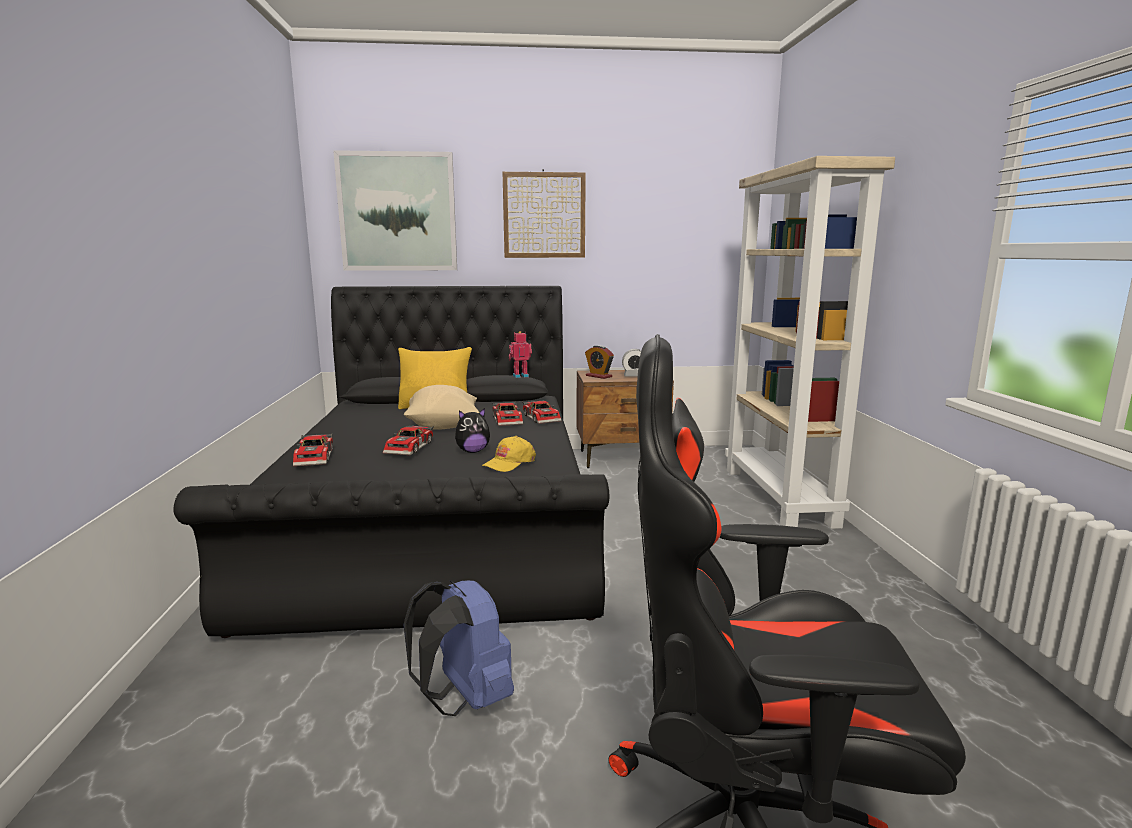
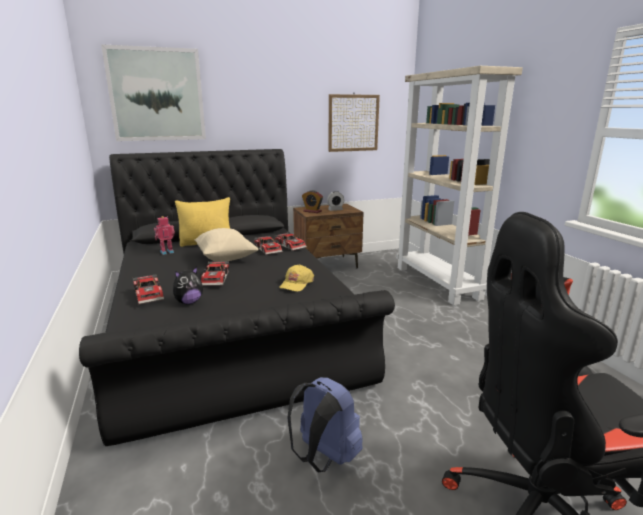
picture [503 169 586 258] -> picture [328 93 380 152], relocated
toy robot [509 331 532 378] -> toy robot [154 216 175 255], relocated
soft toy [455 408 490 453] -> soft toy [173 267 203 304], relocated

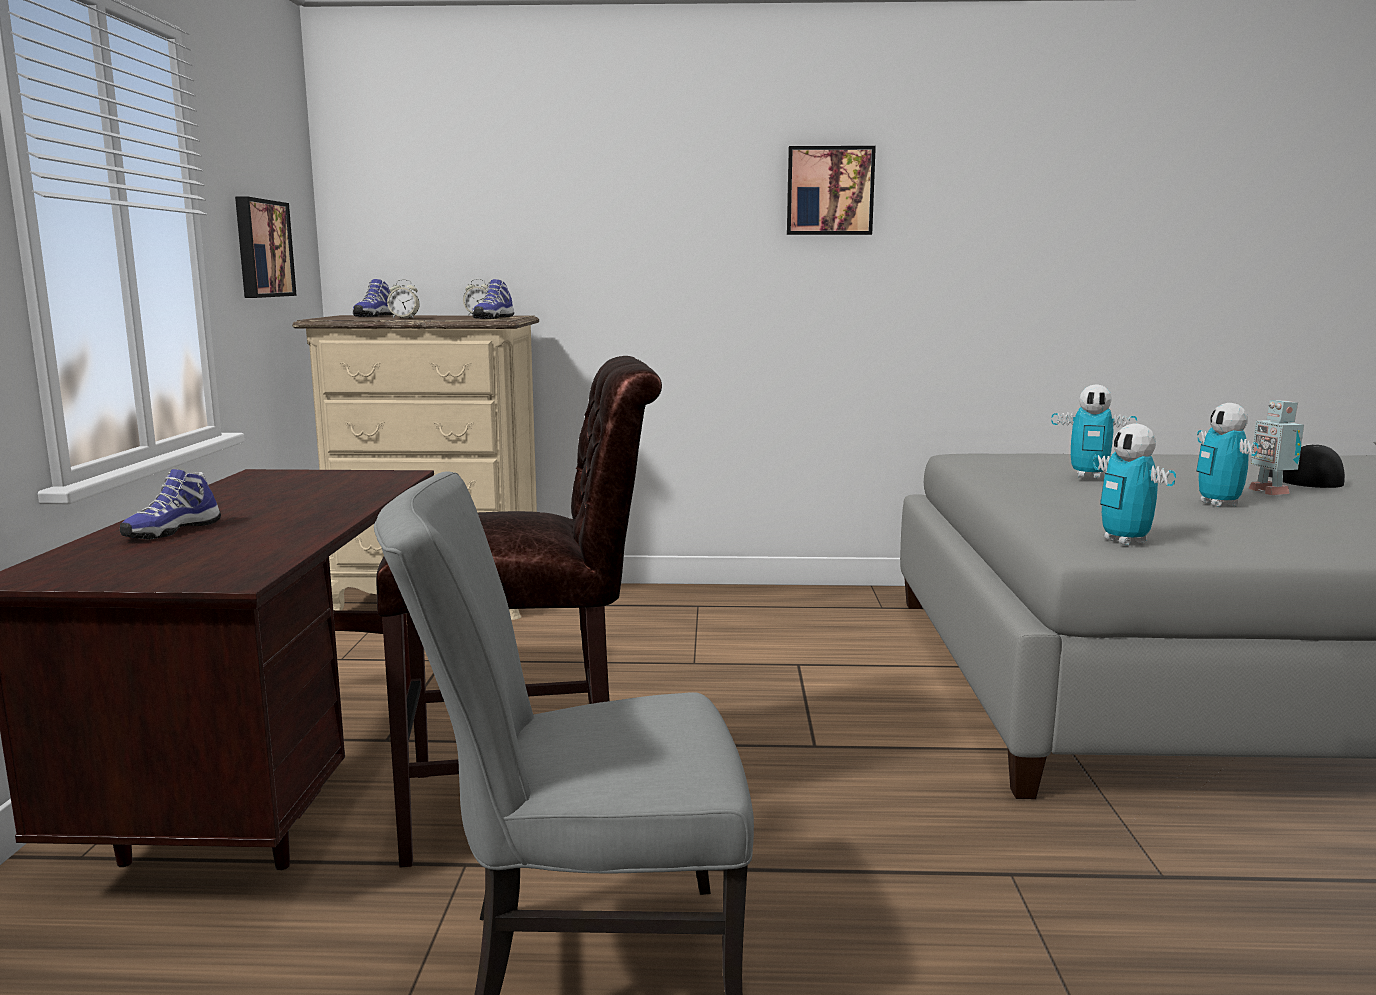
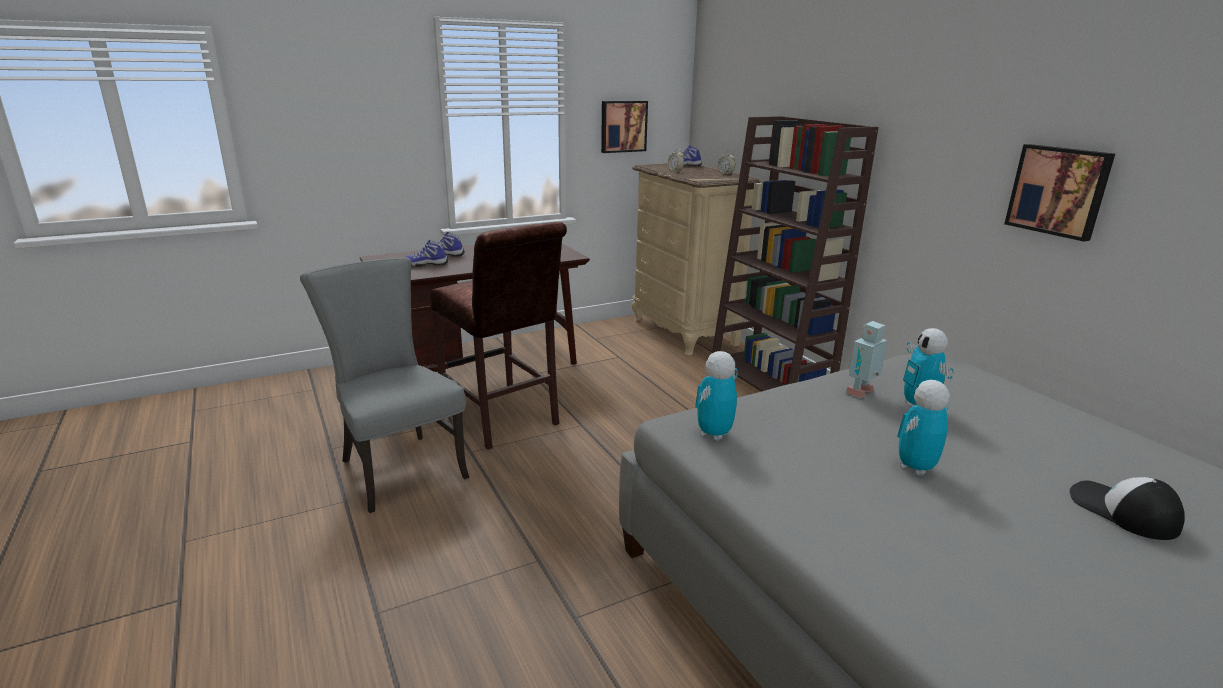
picture [787 146 876 235] -> picture [1004 144 1115 242], relocated
item of footwear [472 279 514 319] -> item of footwear [406 240 448 267], relocated
toy robot [1249 400 1304 495] -> toy robot [846 321 887 398], relocated
peaked cap [1269 444 1345 488] -> peaked cap [1069 477 1185 540], 90 degrees counterclockwise
none -> brown bookshelf [712 116 879 392]

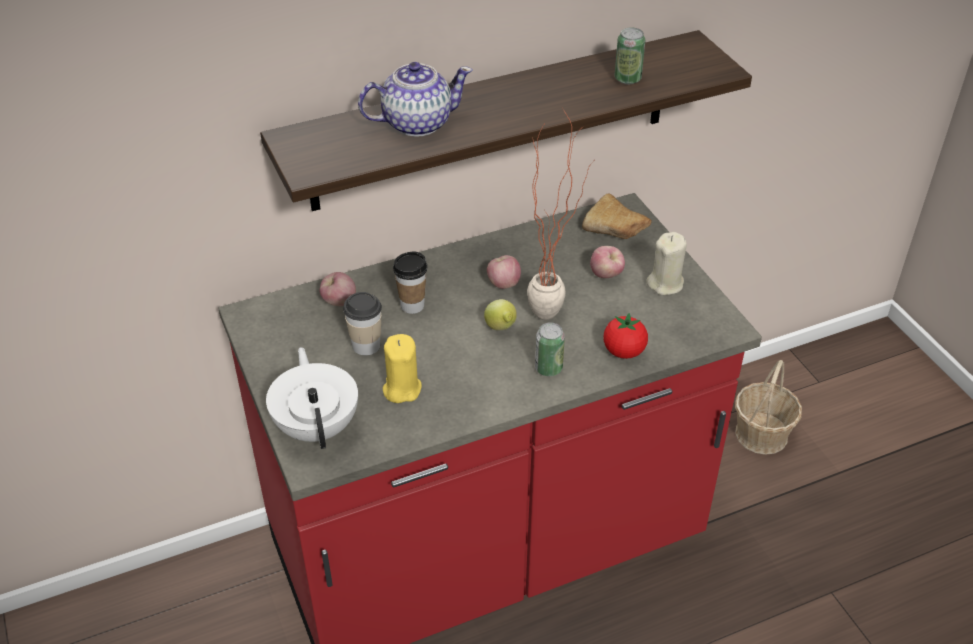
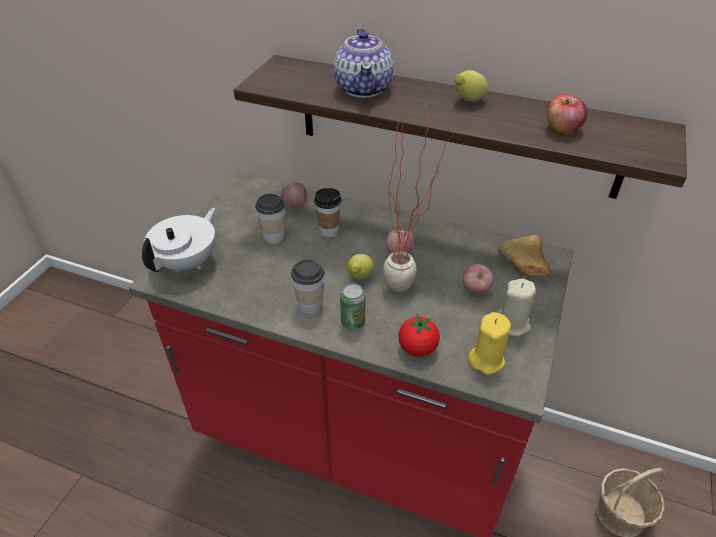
can [615 27 646 84] -> whole apple [547 94 587 135]
teapot [358 62 473 137] -> teapot [333 28 394 98], 60 degrees clockwise
yellow wax light [383 334 422 403] -> yellow wax light [468 312 511 375], relocated
none -> whole lemon [455 70 488 102]
none -> cup [291 259 325 314]

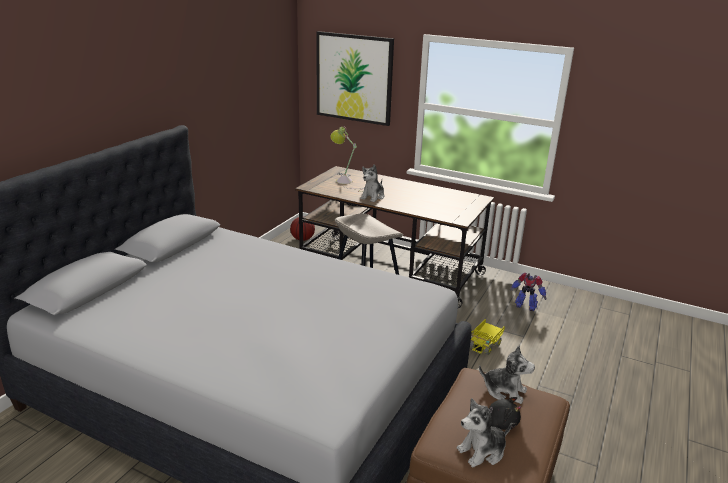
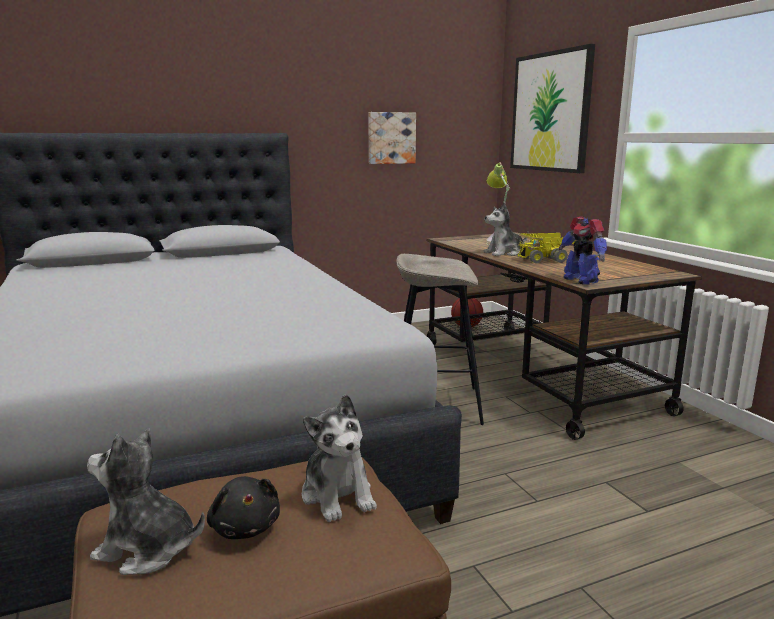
toy robot [509 273 546 311] -> toy robot [558 217 607 285], relocated
toy truck [470 319 505 355] -> toy truck [517 233 575 263], relocated
none -> picture [368 112 416 164]

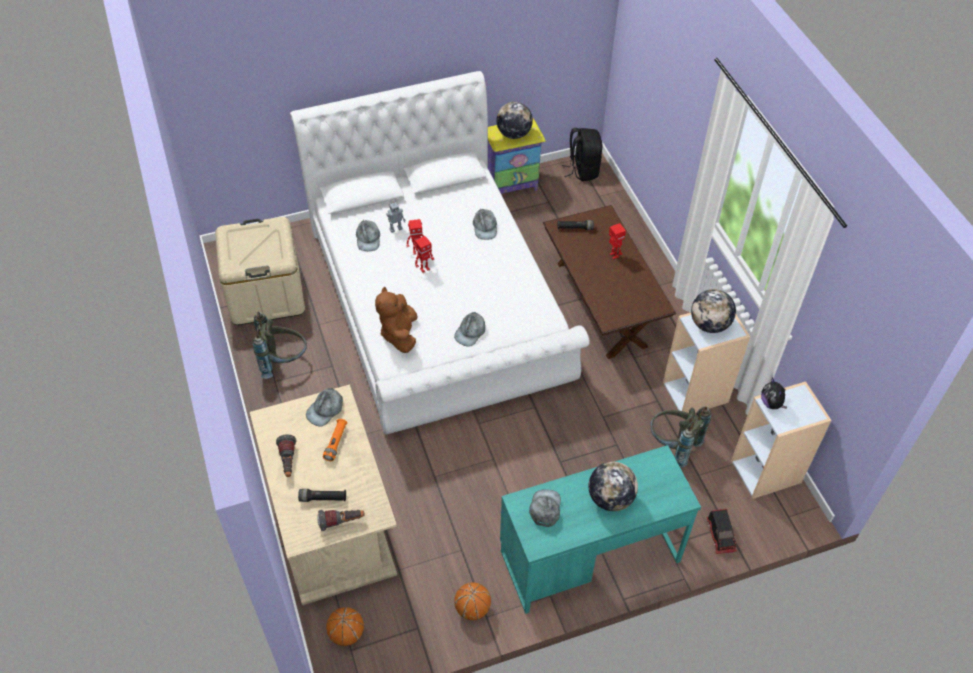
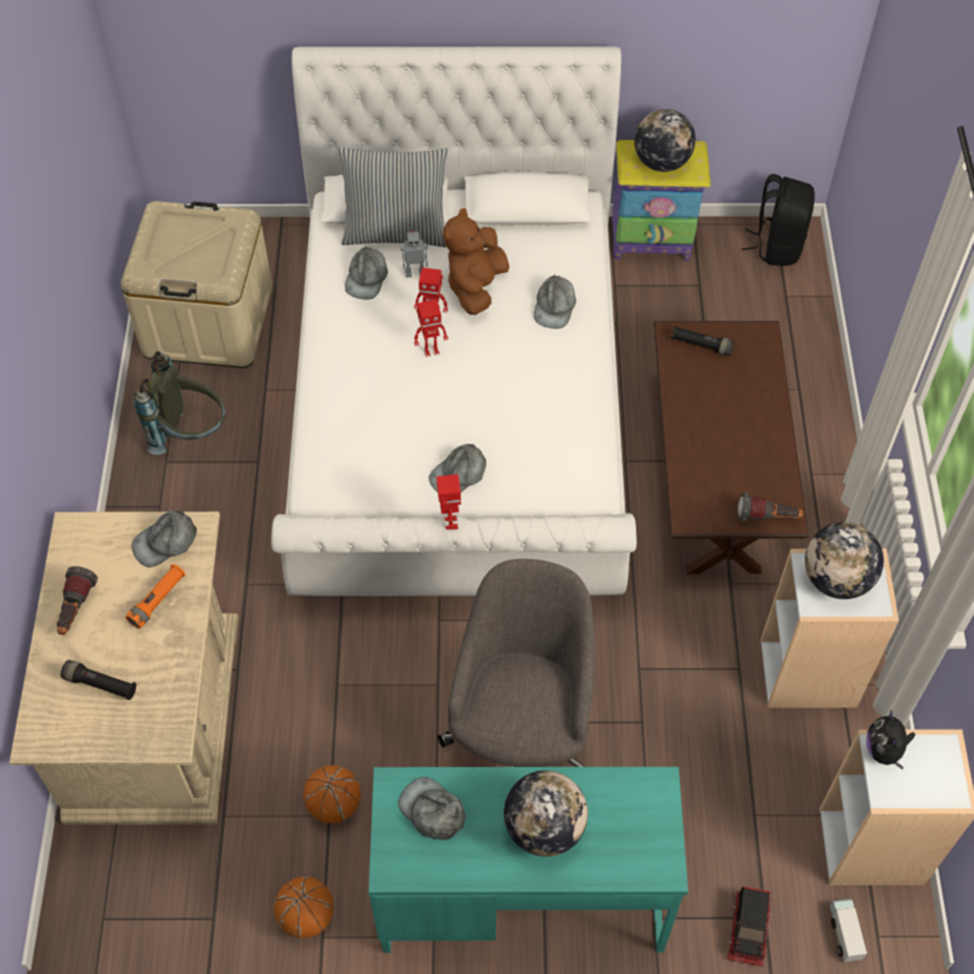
toy robot [609 223 626 259] -> toy robot [436 474 461 530], relocated
brown soft toy [375 287 418 353] -> brown soft toy [443 208 510 315], relocated
gray knapsack [651 407 711 468] -> none
gray peaked cap [529 489 561 527] -> gray peaked cap [398 777 466 840], 75 degrees counterclockwise
torch [317 510 365 531] -> torch [738 493 803 522], relocated
basketball [326 607 364 646] -> basketball [303 765 361 824], relocated
none -> pillow [338 147 448 247]
none -> gray office chair [437 559 594 767]
none -> toy truck [830 899 867 962]

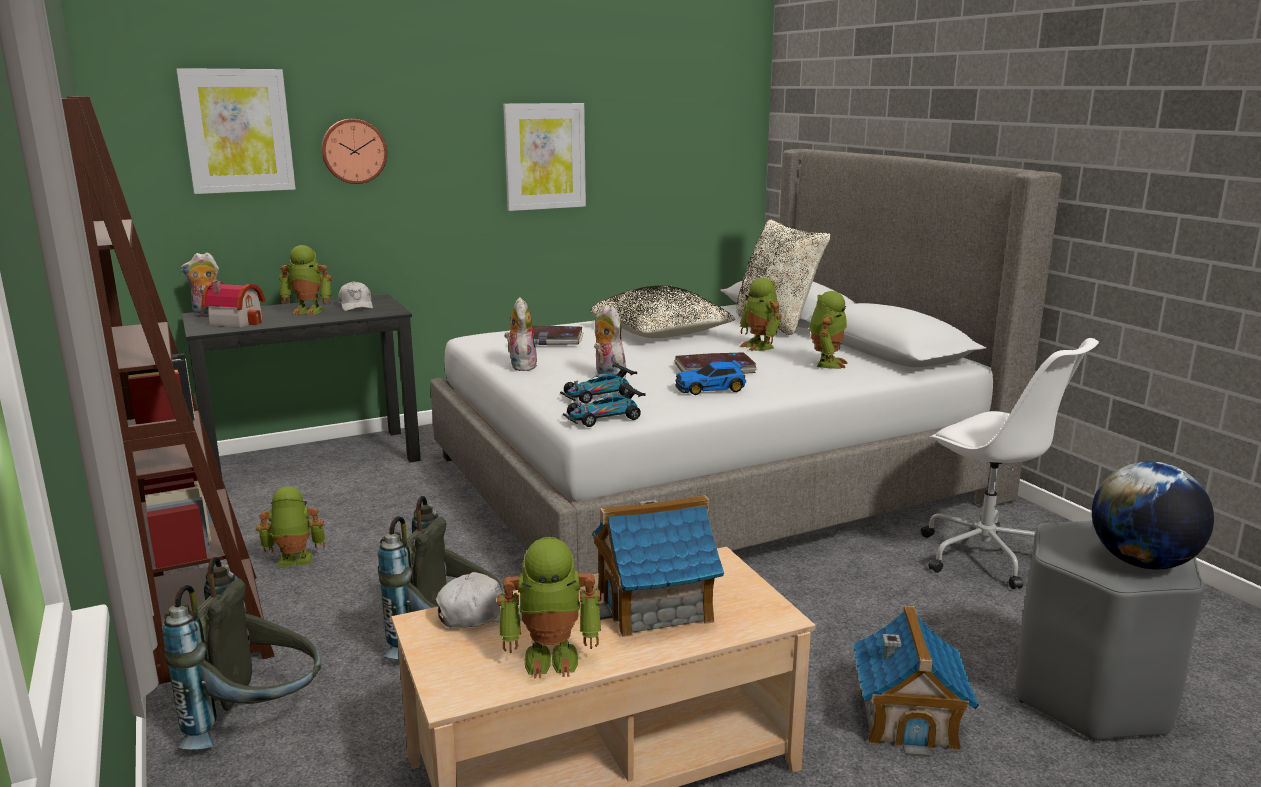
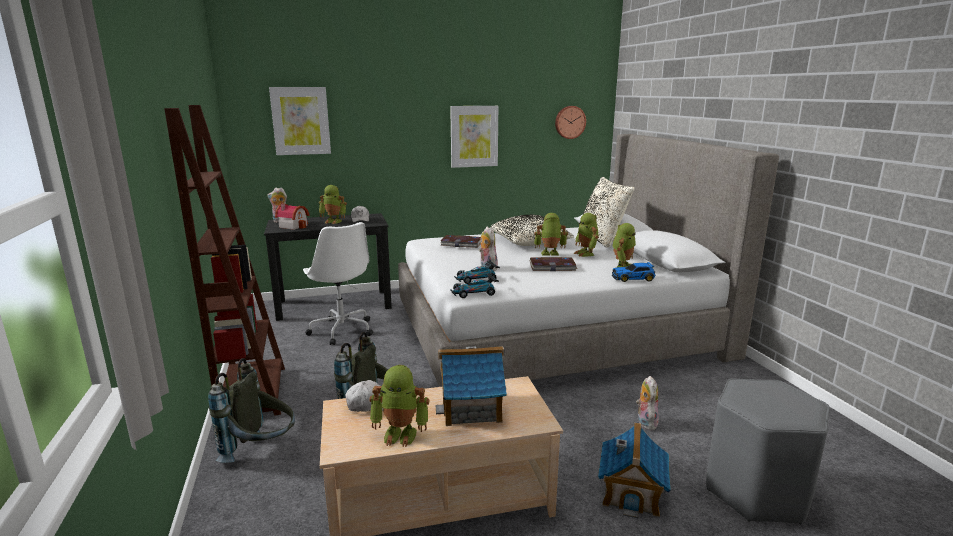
hanging clock [321 119 387 184] -> hanging clock [555 106 586 139], relocated
soft toy [504 297 538 371] -> soft toy [636 376 659 430], relocated
white-coloured office chair [920 338 1099 589] -> white-coloured office chair [303 222 373 345], relocated
toy car [675 360 746 395] -> toy car [612 262 656 282], relocated
globe [1092 461 1214 569] -> none
toy robot [256 486 326 567] -> toy robot [534 213 568 255], relocated

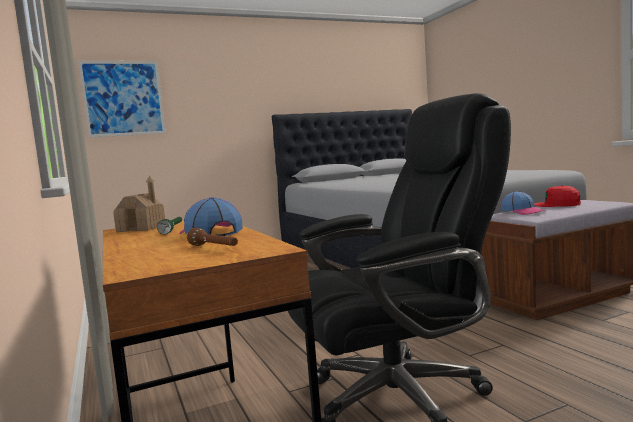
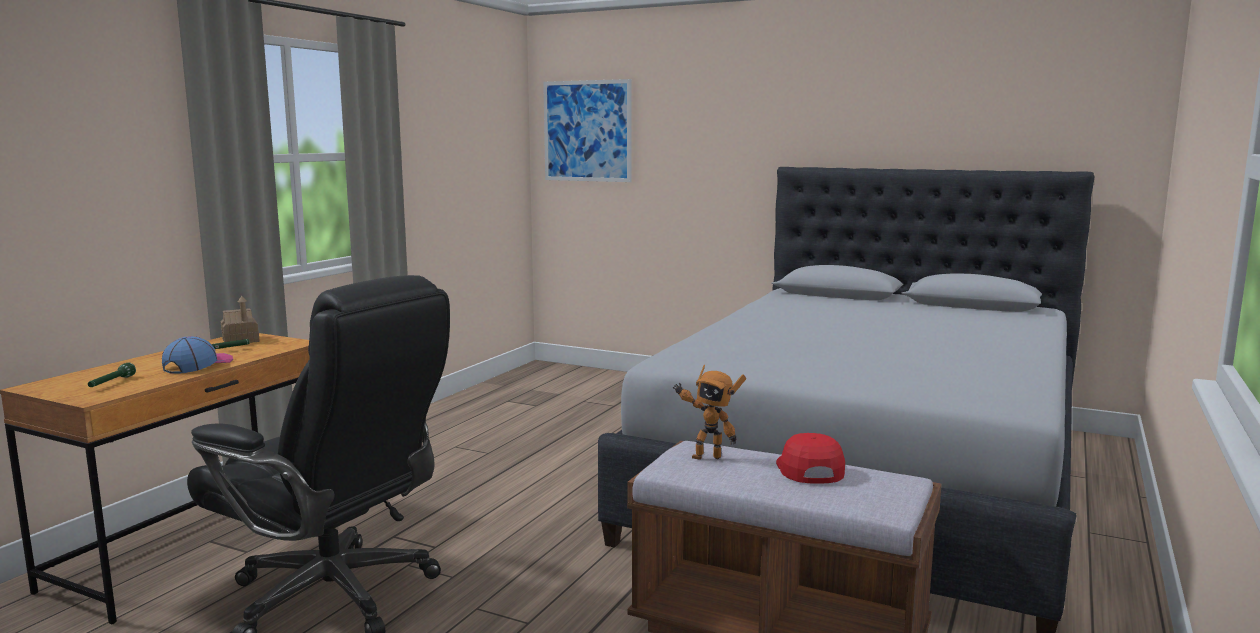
peaked cap [501 191 546 215] -> toy robot [673 365 746 460]
brown torch [187 228 238 246] -> green-coloured torch [88 363 136 387]

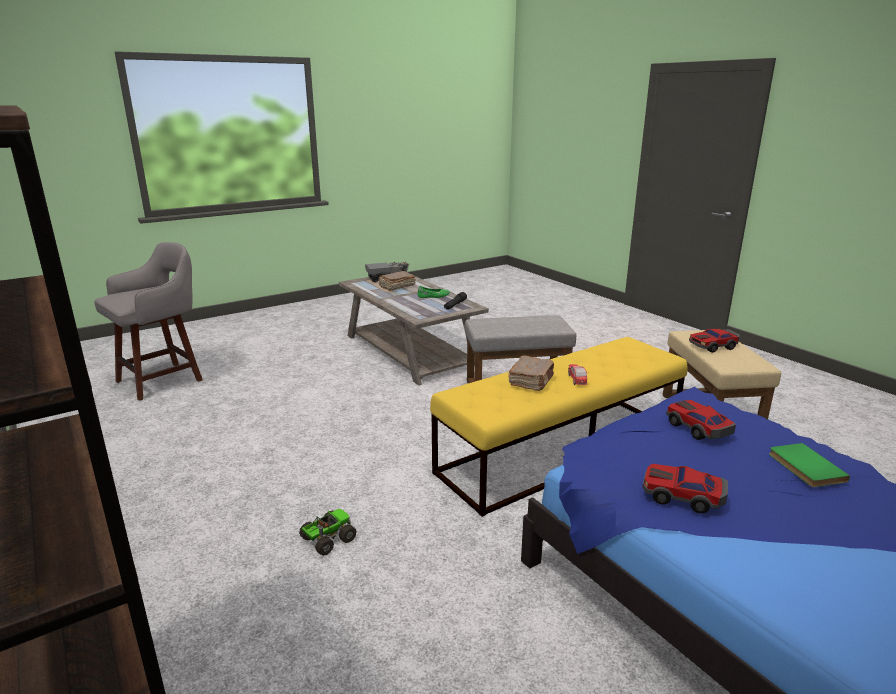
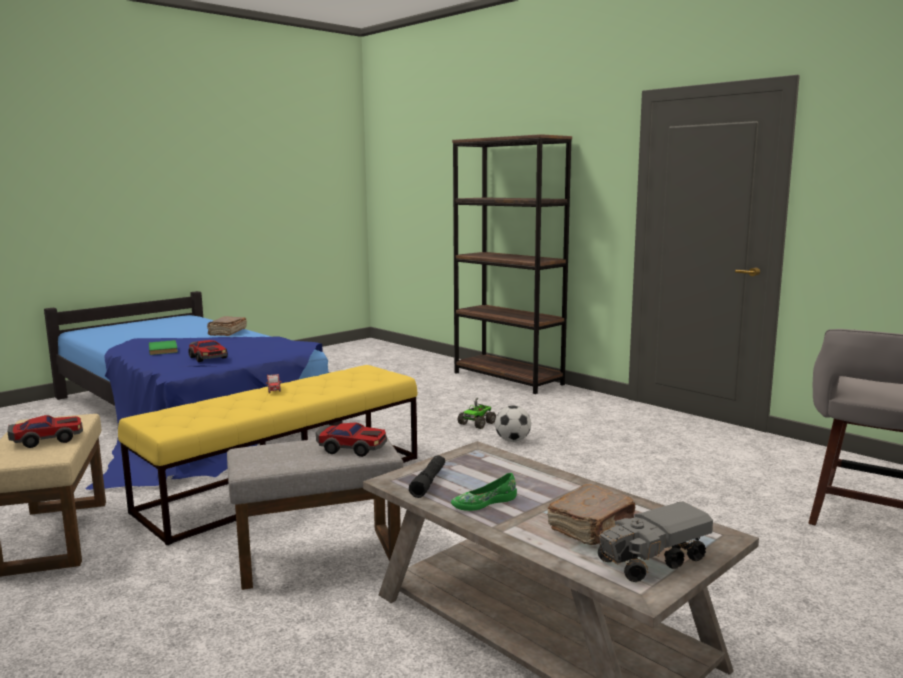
brown volume [508 355 554 391] -> brown volume [207 316 247 336], relocated
toy car [642 464 728 513] -> toy car [316 422 387 457], relocated
none -> football [495 406 531 442]

